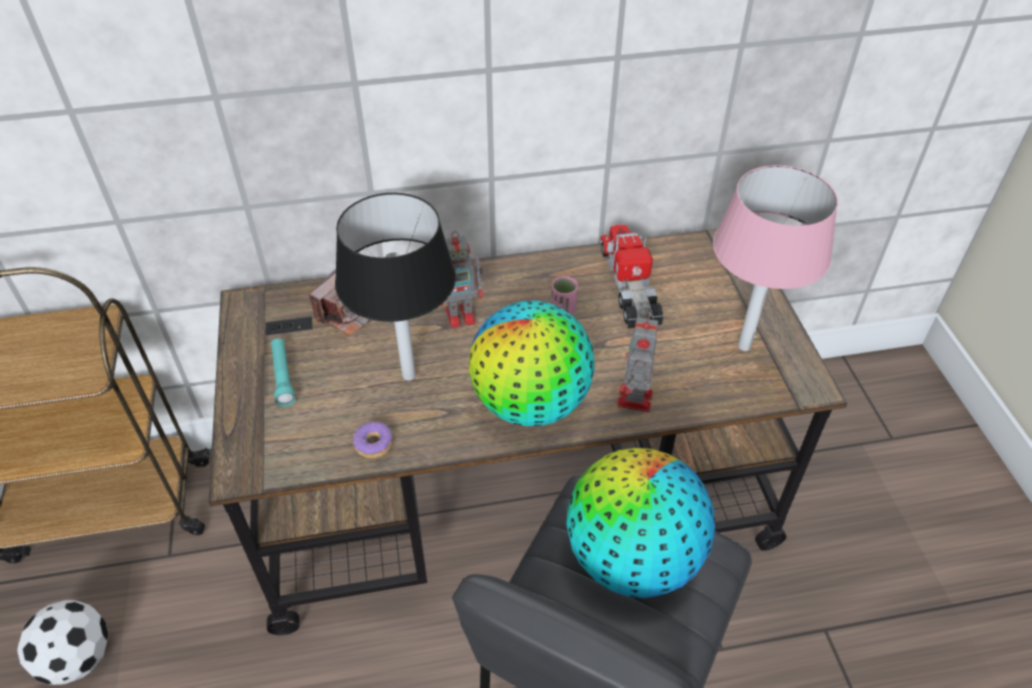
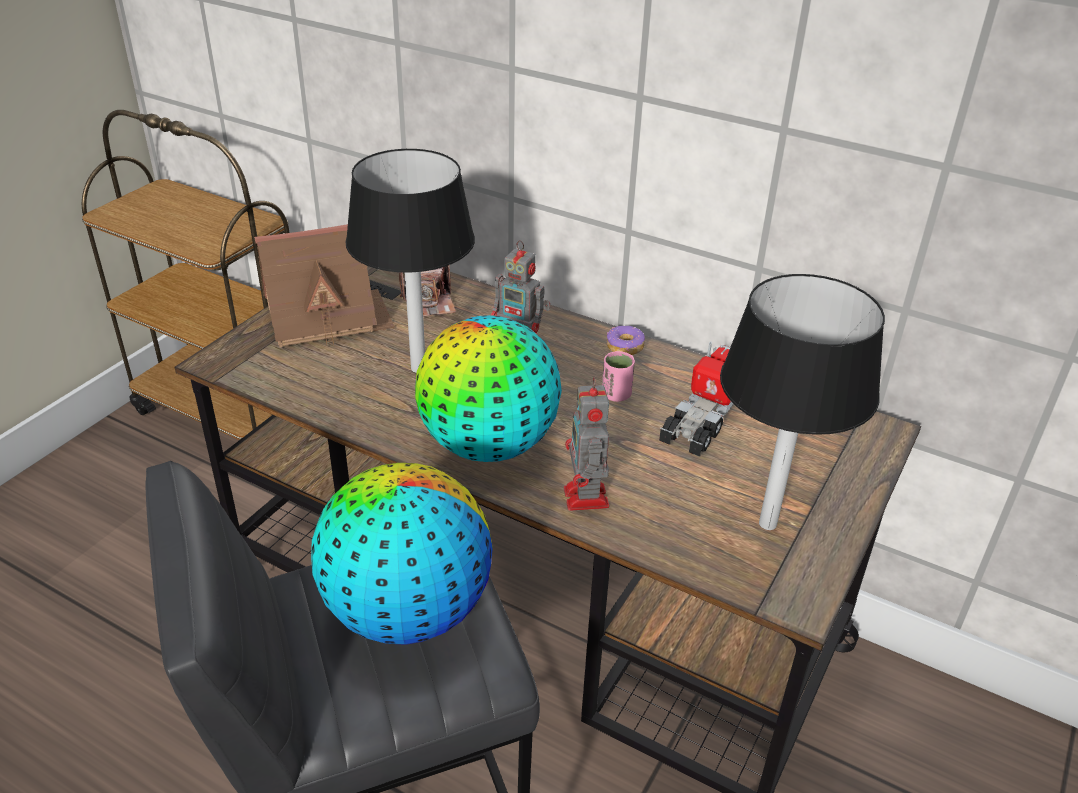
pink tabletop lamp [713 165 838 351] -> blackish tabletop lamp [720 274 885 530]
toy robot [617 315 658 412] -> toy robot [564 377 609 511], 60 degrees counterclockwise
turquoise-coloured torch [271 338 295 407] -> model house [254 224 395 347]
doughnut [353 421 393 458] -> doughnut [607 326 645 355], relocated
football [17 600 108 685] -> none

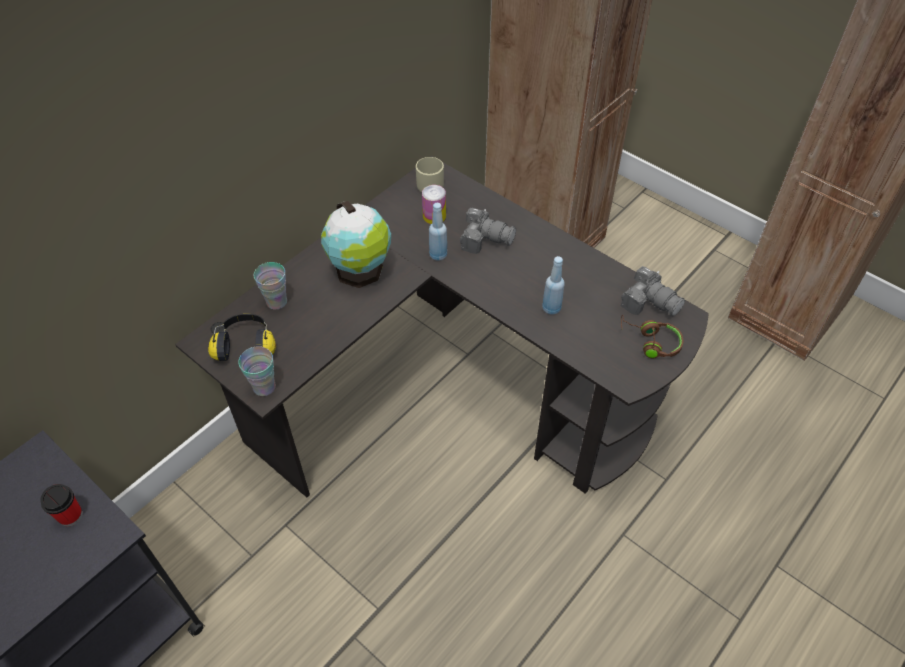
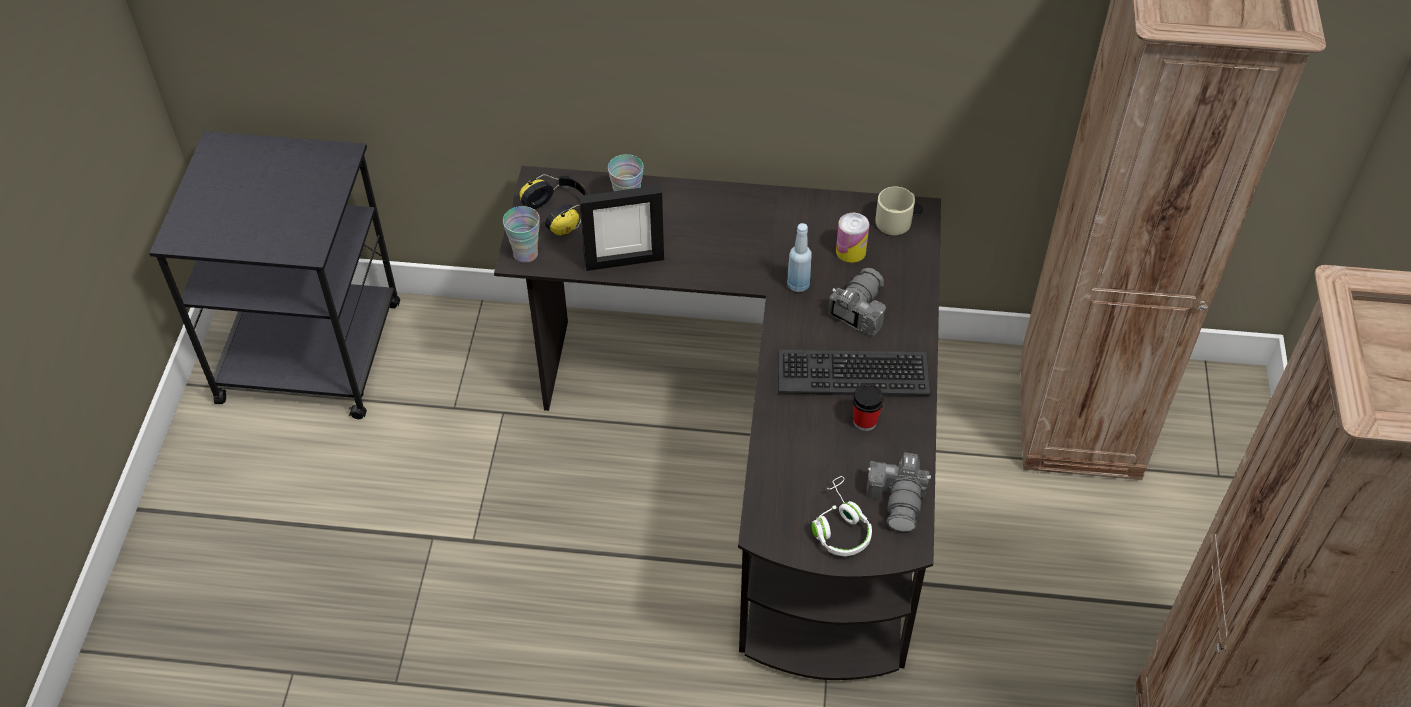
globe [321 201 391 288] -> none
still camera [460 208 516 254] -> still camera [828 268 886 337], 135 degrees counterclockwise
blue-coloured bottle [542 256 564 315] -> none
brown headset [621 315 683 358] -> white-coloured headset [811 476 872 556]
cup [40 484 83 527] -> cup [852 384 884 431], relocated
none -> picture frame [579 185 664 271]
none -> keyboard [778 350 931 396]

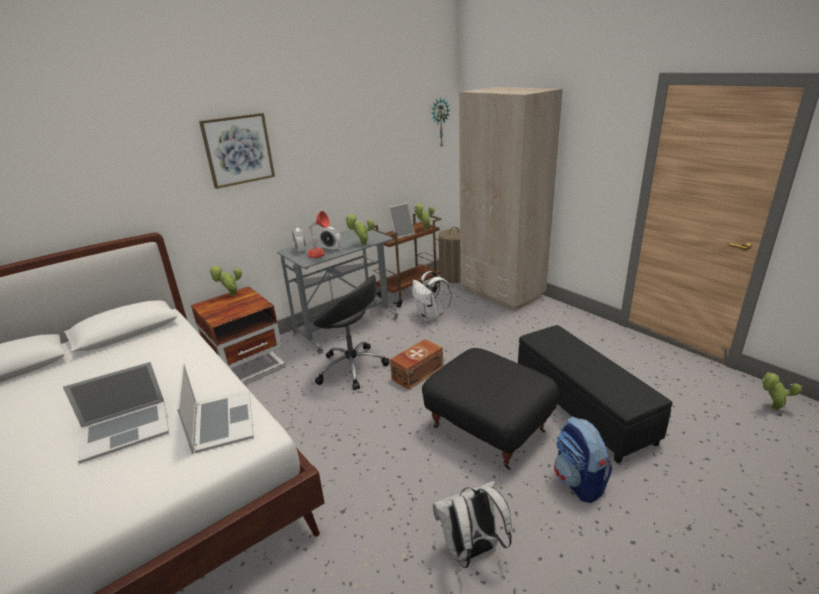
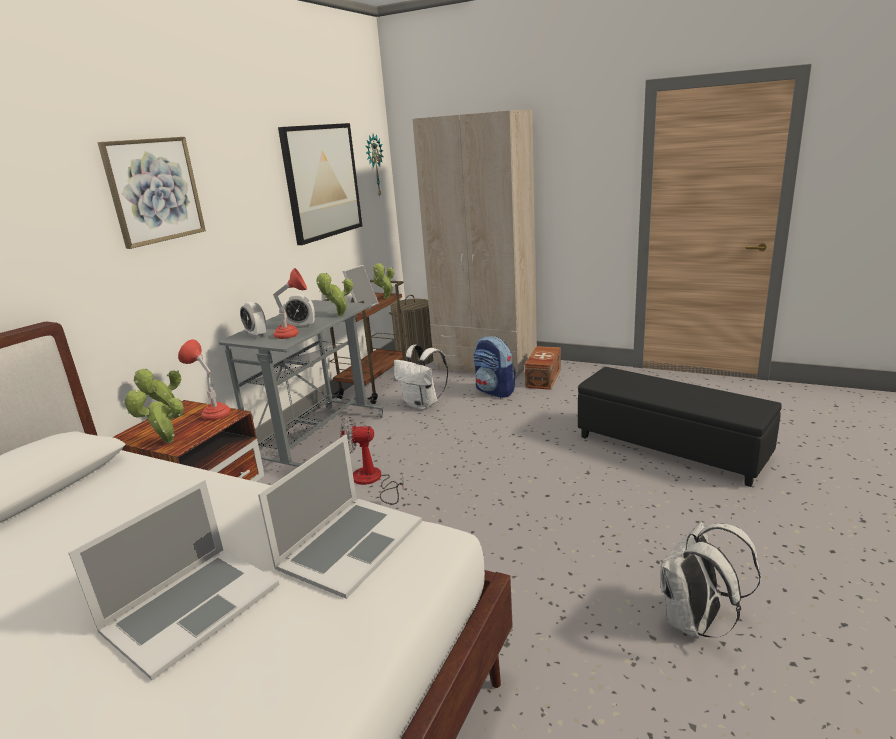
blackish office chair [313 275 390 390] -> fan [340 417 404 504]
brown storage box [390 339 443 390] -> brown storage box [525 346 561 390], relocated
blackish footrest [422 348 560 470] -> none
notebook computer [177 363 254 454] -> notebook computer [258 434 422 599], 75 degrees clockwise
houseplant [762 372 803 410] -> houseplant [123 390 184 443], relocated
knapsack [554 417 612 503] -> knapsack [473 336 516 398], relocated
none -> picture [278 123 362 245]
none -> red tabletop lamp [178 339 231 421]

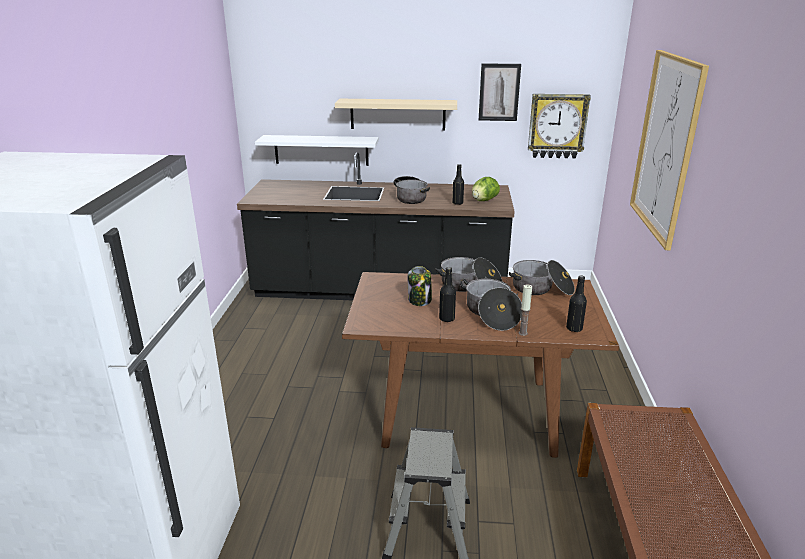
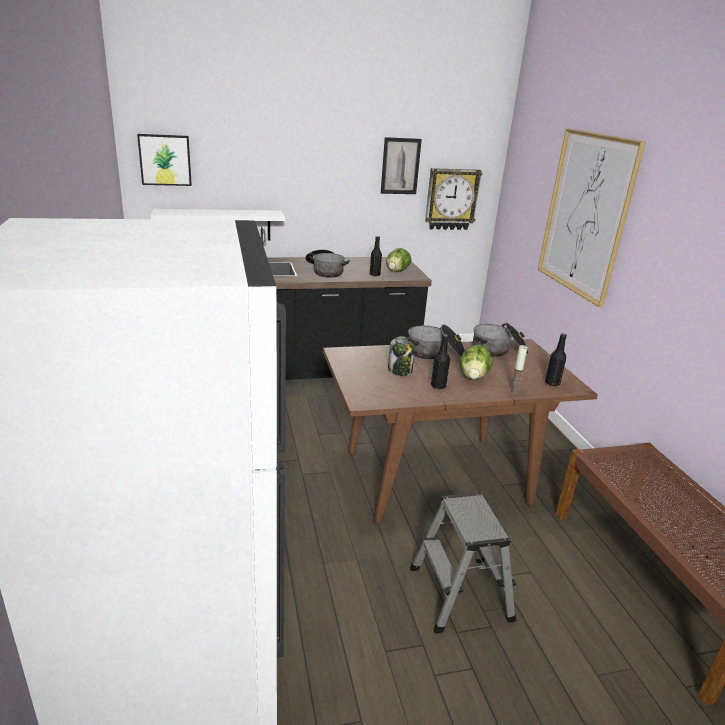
beige shelf [335 99 457 131] -> none
saucepot [460 279 522 331] -> head of lettuce [460 345 493 380]
none -> picture [137 134 192 186]

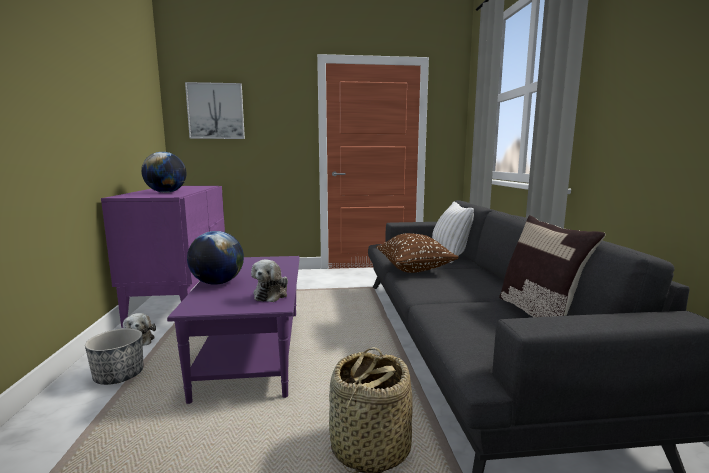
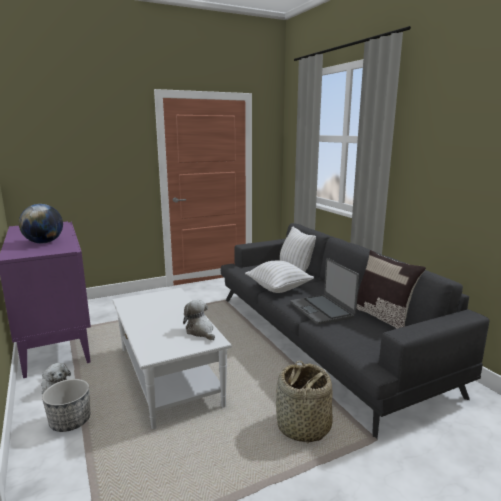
picture [185 82 245 139] -> none
globe [187 231 244 285] -> none
brown pillow [376 233 459 273] -> white-coloured pillow [245 261 314 293]
purple low table [167 256 300 404] -> white-coloured low table [112 288 232 429]
soft toy [251 259 288 302] -> soft toy [183 300 215 340], 150 degrees clockwise
none -> notebook computer [290 258 359 325]

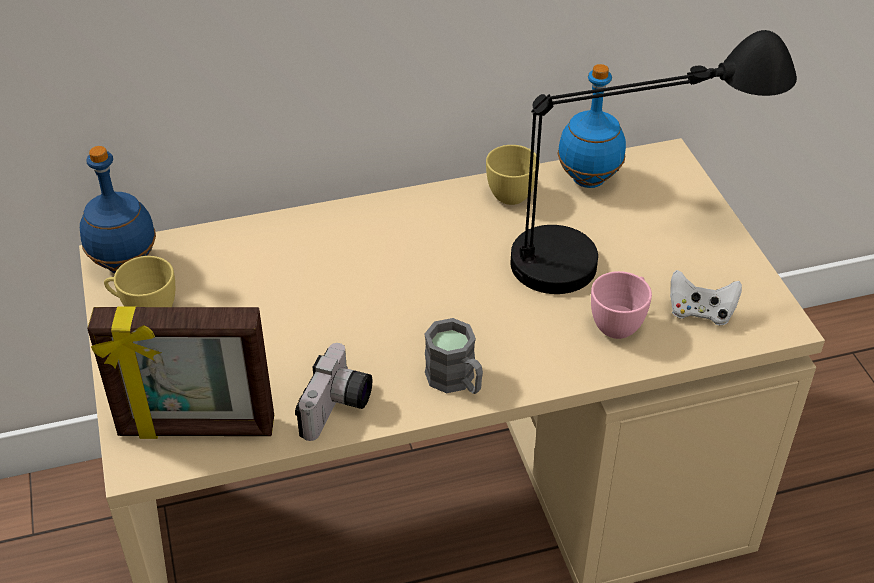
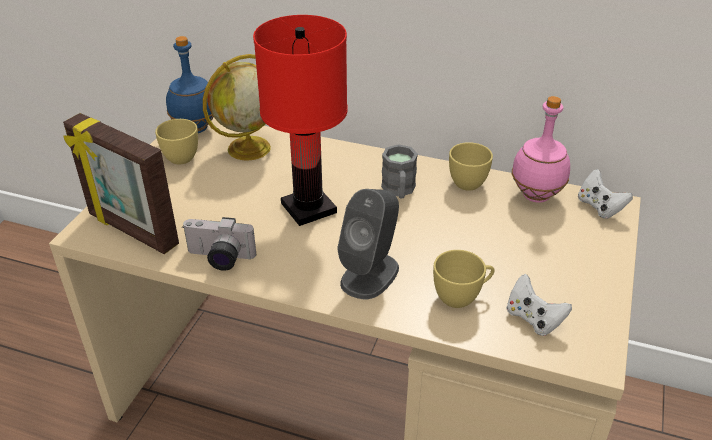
blackish tabletop lamp [510 30 797 294] -> none
blue-coloured bottle [557 64 626 188] -> pink bottle [512 96 570 203]
pink cup [591 271 652 339] -> yellow cup [433 250 494 308]
gray mug [425 318 483 394] -> gray mug [381 144 418 199], relocated
still camera [295 343 372 441] -> still camera [182 217 256 271], 45 degrees clockwise
none -> red tabletop lamp [253 15 348 226]
none -> globe [203 54 271 160]
none -> white-coloured gamepad [578 169 633 219]
none -> gray audio speaker [337 189 399 299]

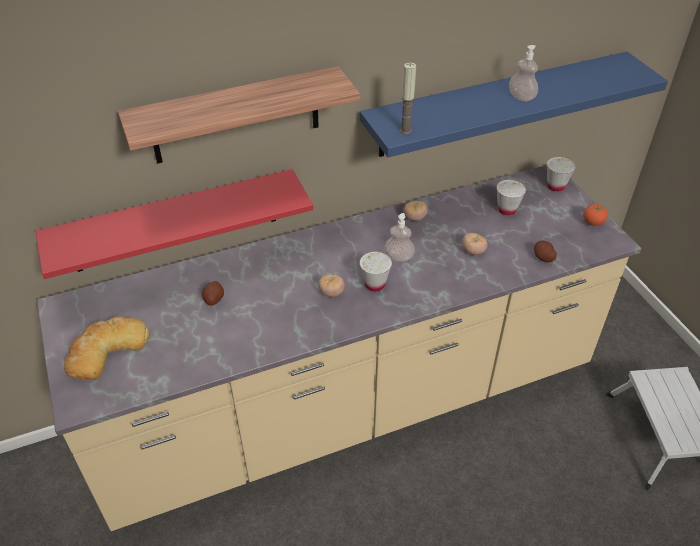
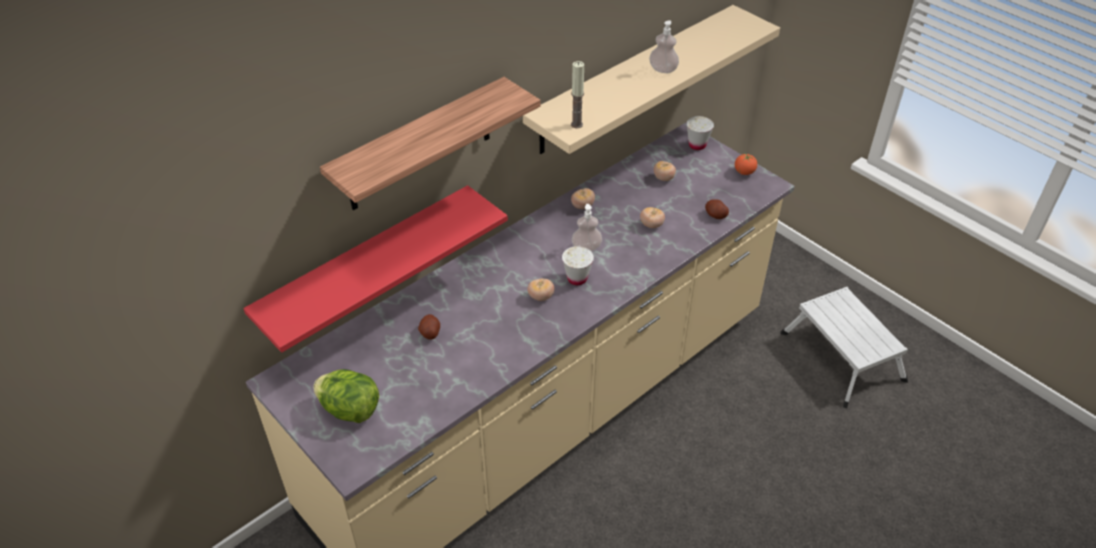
blue-coloured shelf [360 52 668 157] -> beige shelf [523 5 780 154]
white-coloured cup [497 180 526 216] -> tomato [654 161 676 181]
bakery bread [64 317 150 380] -> head of lettuce [313 369 379 423]

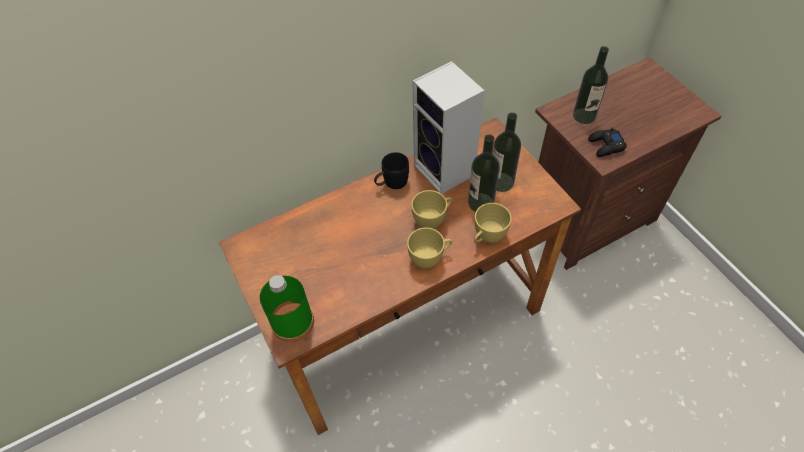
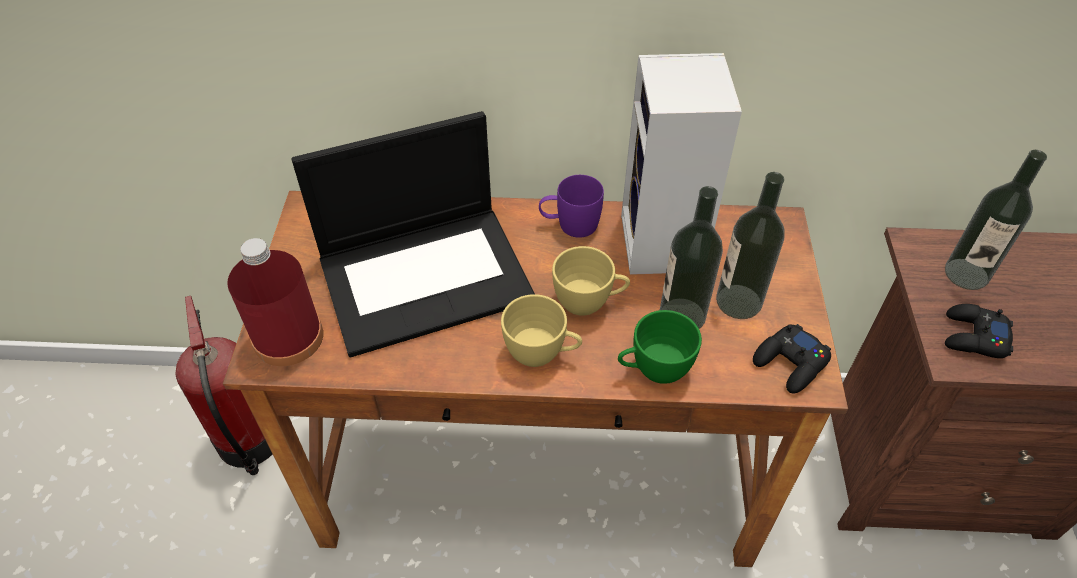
blackish mug [374 152 409 189] -> purple mug [539 175 604 238]
yellow cup [474 203 512 243] -> green-coloured cup [618 310 702 384]
green-coloured bottle [260 275 314 342] -> red bottle [227 238 323 366]
none -> notebook computer [291 111 535 357]
none -> fire-fighting cylinder [176 296 272 475]
none -> blackish gamepad [753 324 831 394]

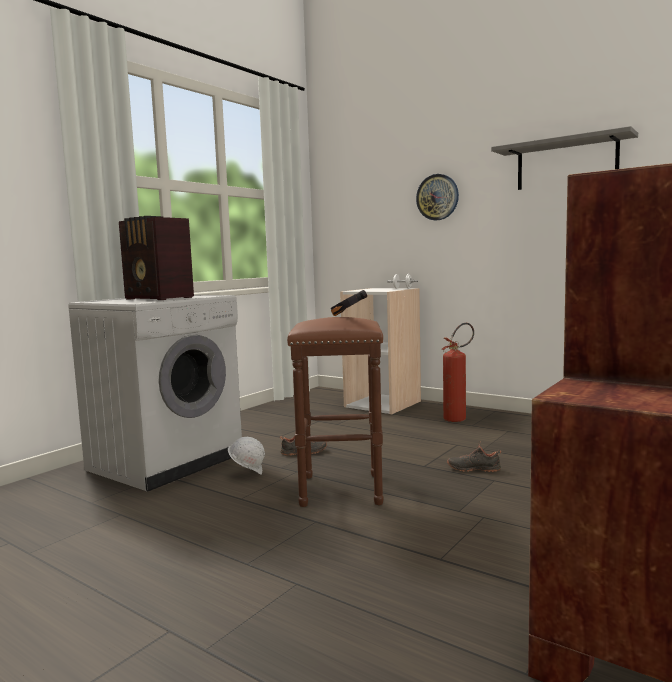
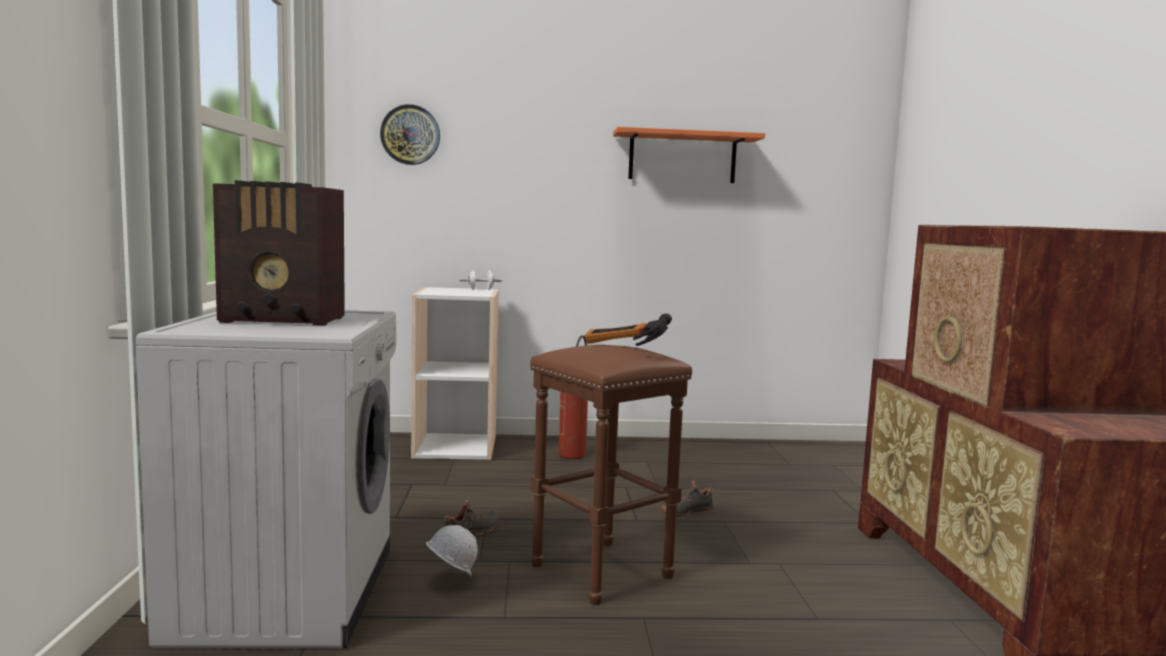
gray shelf [491 126 638 190] -> orange shelf [613 127 765 183]
hanging clock [416 174 459 220] -> hanging clock [380 104 440 165], relocated

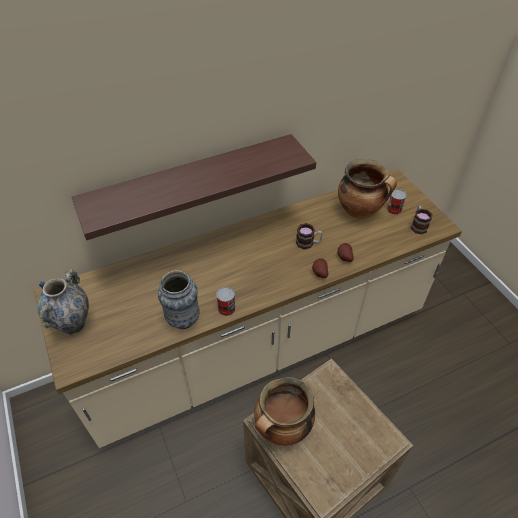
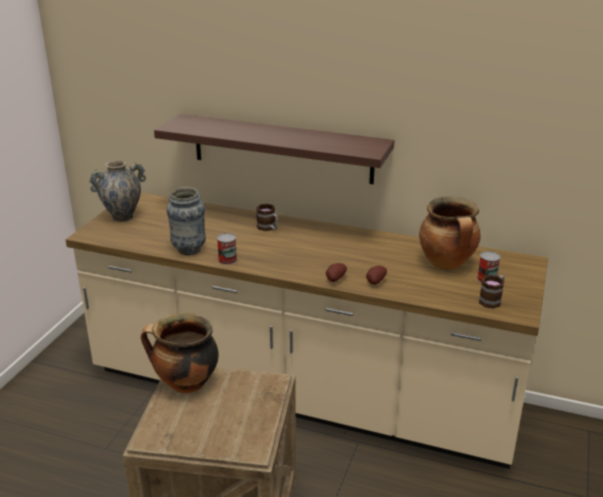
mug [296 223 323 250] -> mug [256 204 278 231], relocated

